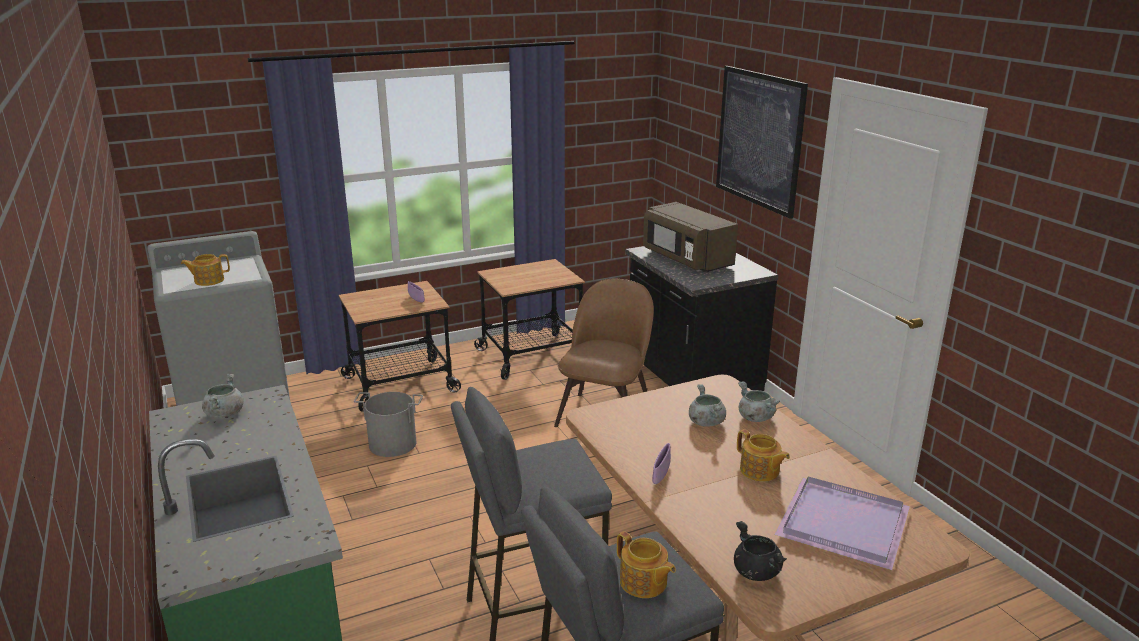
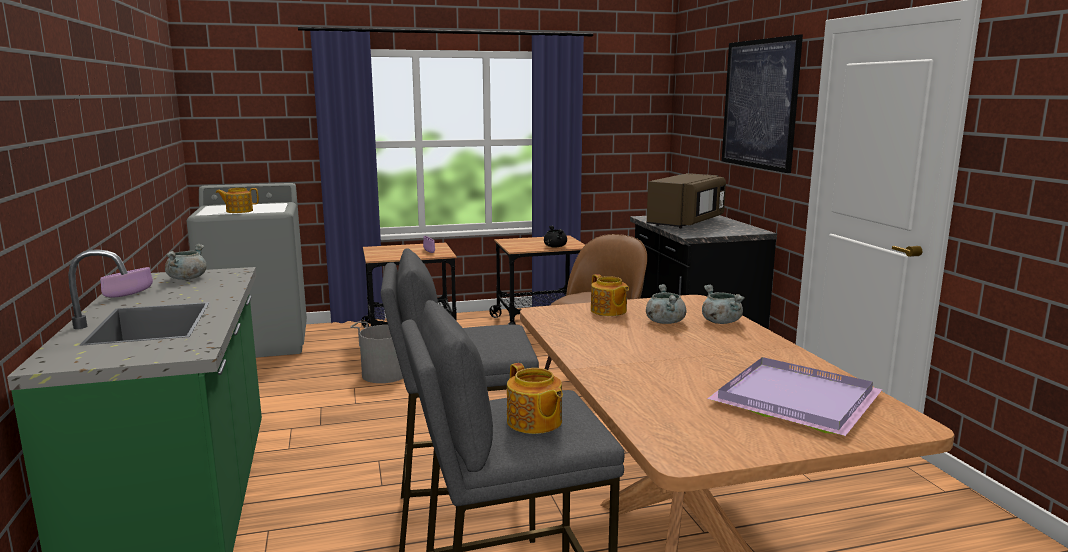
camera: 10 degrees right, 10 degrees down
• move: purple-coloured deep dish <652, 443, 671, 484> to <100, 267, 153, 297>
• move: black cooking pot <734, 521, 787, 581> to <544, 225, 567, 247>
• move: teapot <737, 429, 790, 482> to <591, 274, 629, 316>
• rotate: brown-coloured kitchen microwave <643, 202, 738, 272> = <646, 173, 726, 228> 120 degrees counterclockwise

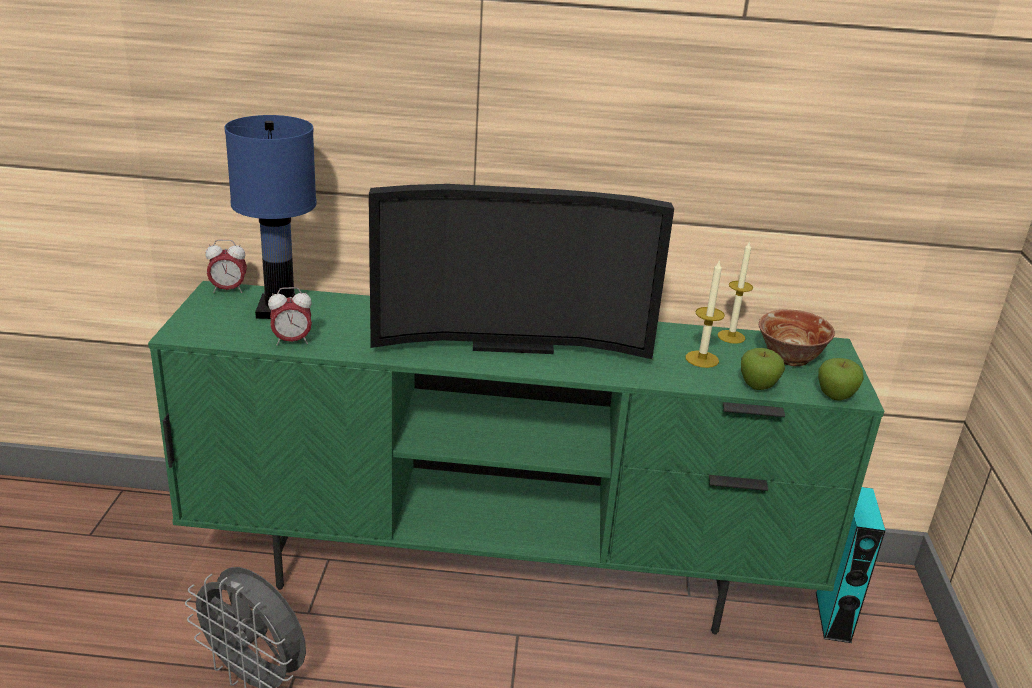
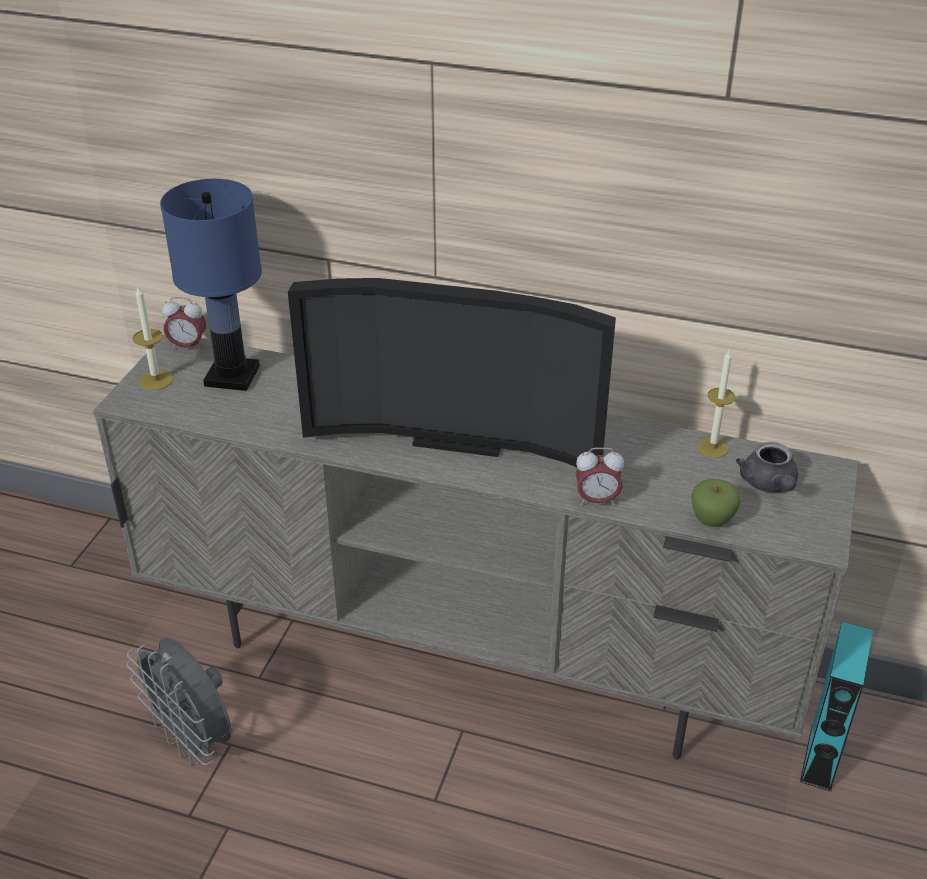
camera: 15 degrees right, 10 degrees up
• delete: whole apple <818, 358, 864, 401>
• move: table clock <268, 287, 312, 346> to <576, 448, 624, 506>
• move: wax light <685, 259, 725, 368> to <133, 287, 173, 390>
• replace: deep dish <759, 309, 835, 366> to greyish teapot <736, 442, 798, 492>
• recolor: greenish media console <148, 281, 884, 635> to sand-coloured media console <93, 334, 858, 760>

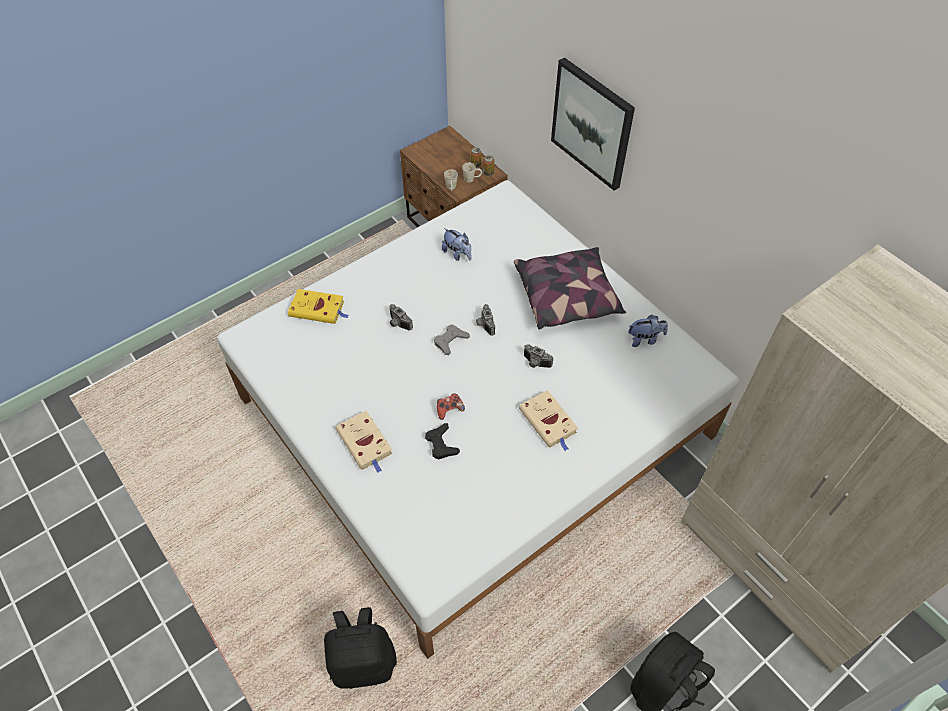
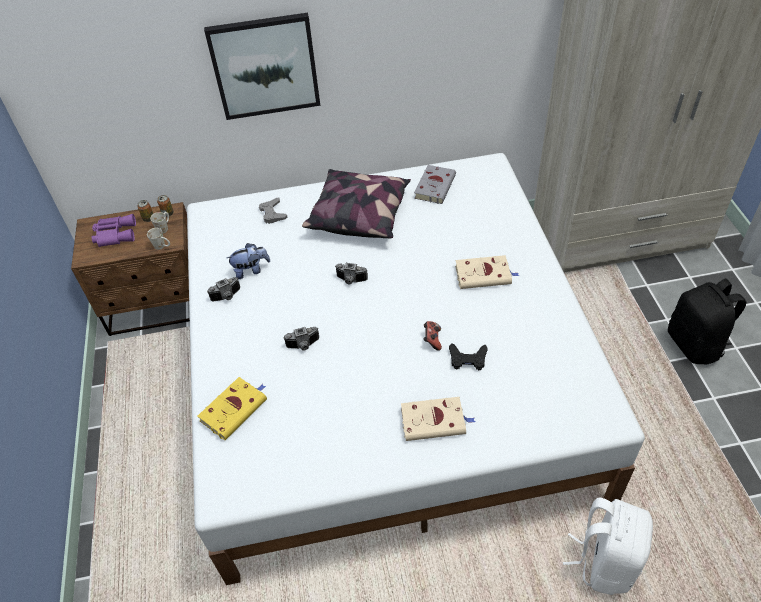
camera: 60 degrees left, 5 degrees down
• insert: purple-coloured binoculars <92, 214, 136, 247>
• move: greyish joypad <434, 324, 470, 355> to <259, 197, 287, 224>
• move: still camera <524, 344, 553, 368> to <207, 277, 240, 301>
• replace: plush toy <628, 315, 668, 347> to greyish bound book <414, 165, 456, 204>
• recolor: black backpack <324, 607, 397, 689> to whitish backpack <563, 497, 653, 595>

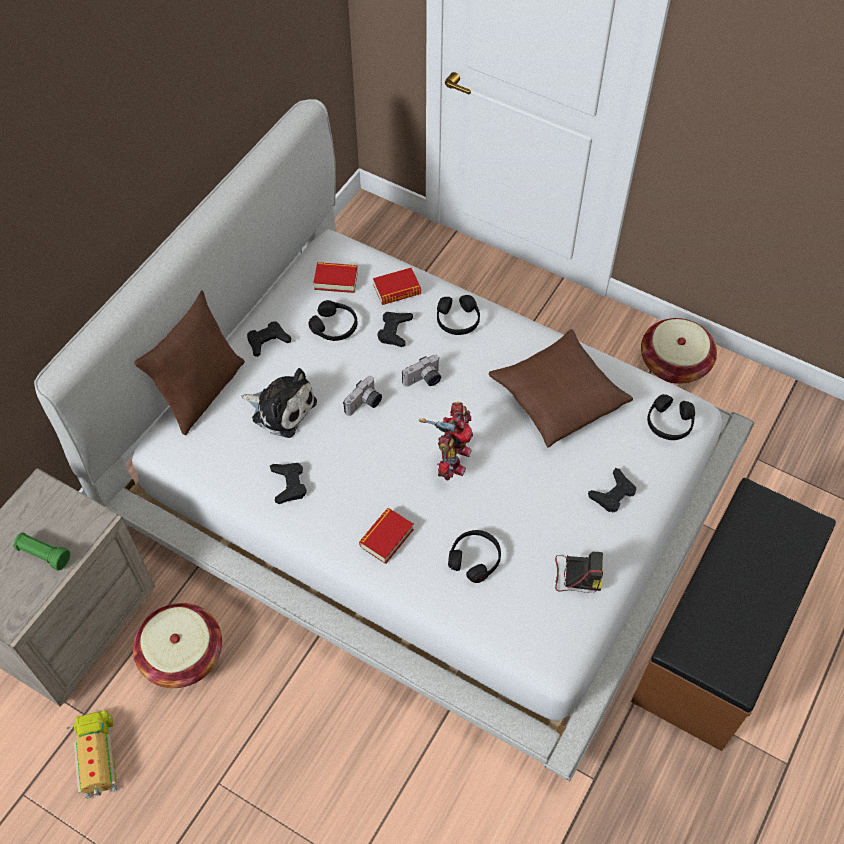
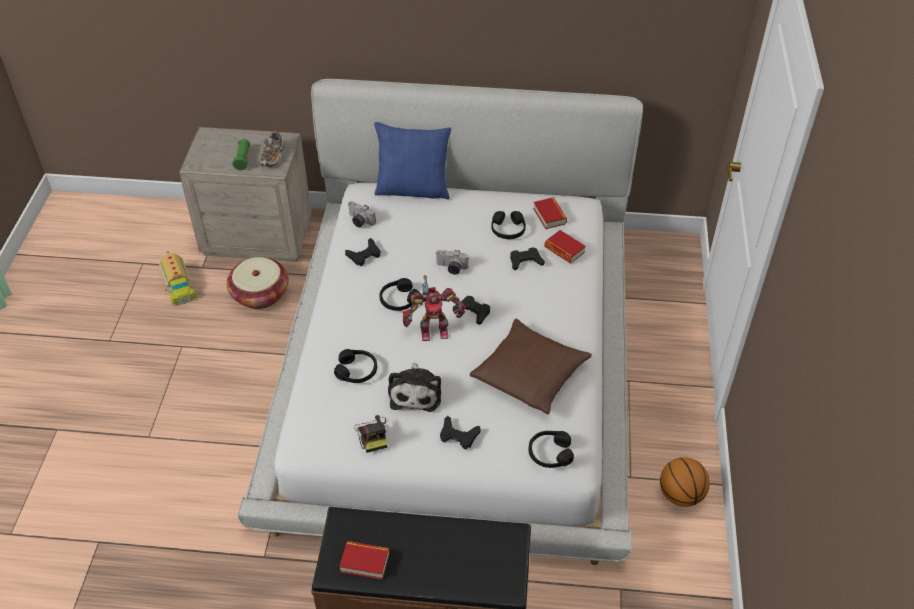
camera: 65 degrees right, 10 degrees down
• insert: shoe <260, 130, 284, 168>
• move: plush toy <241, 368, 317, 438> to <388, 363, 441, 412>
• move: black joypad <247, 322, 291, 357> to <453, 296, 490, 325>
• move: bound book <359, 508, 414, 564> to <339, 541, 389, 580>
• move: still camera <402, 355, 441, 387> to <348, 201, 376, 227>
• move: black headset <437, 295, 480, 335> to <379, 278, 420, 311>
• replace: basket <641, 318, 717, 384> to basketball <660, 457, 710, 507>
• recolor: brown-coloured throw pillow <134, 290, 245, 435> to blue throw pillow <374, 122, 451, 199>
• rotate: toy lorry <67, 710, 117, 799> = <159, 251, 197, 306> 105 degrees clockwise

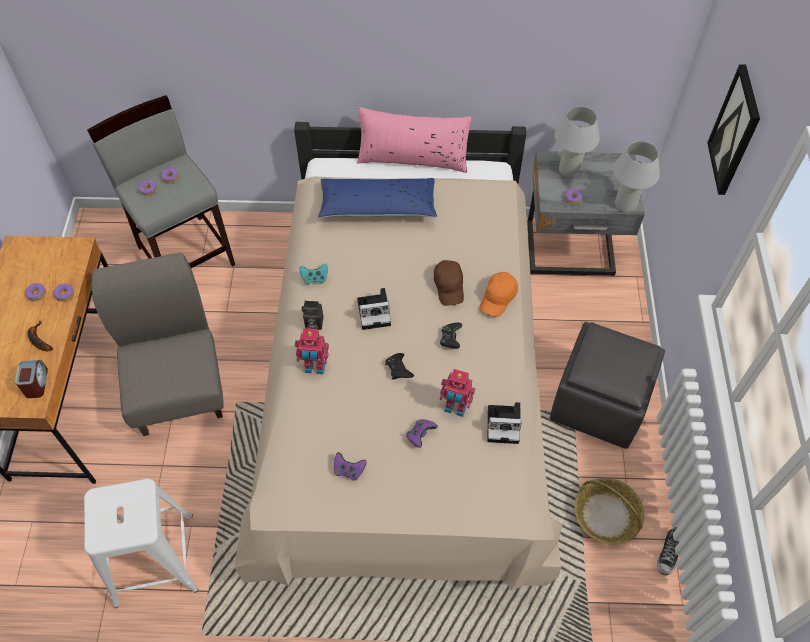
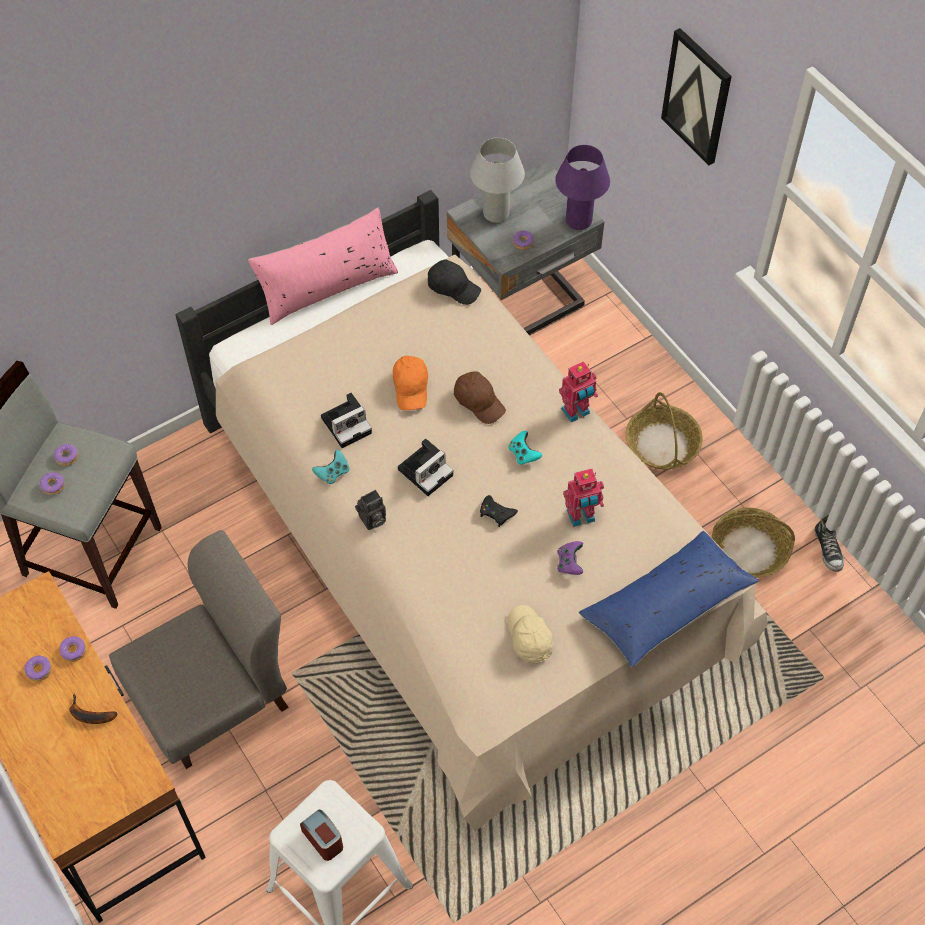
camera: 35 degrees left, 0 degrees up
• insert: black peaked cap <428, 260, 481, 305>
• move: table clock <15, 360, 48, 398> to <300, 809, 343, 861>
• move: toy robot <295, 328, 329, 374> to <559, 361, 598, 423>
• move: blue throw pillow <318, 178, 437, 218> to <579, 531, 759, 668>
• move: orangey peaked cap <479, 272, 518, 317> to <393, 356, 428, 411>
• move: still camera <487, 402, 522, 444> to <321, 393, 372, 448>
• replace: purple-coloured joypad <334, 452, 367, 481> to sand-coloured peaked cap <507, 605, 553, 664>
• replace: greyish ottoman <550, 322, 665, 449> to basket <626, 392, 703, 469>
• recolor: black joypad <440, 323, 462, 349> to turquoise joypad <508, 431, 542, 465>
• recolor: whitish table lamp <613, 141, 660, 212> to purple-coloured table lamp <555, 145, 610, 230>
• rotate: greyish plain chair <92, 253, 224, 436> = <109, 530, 289, 769> 105 degrees clockwise

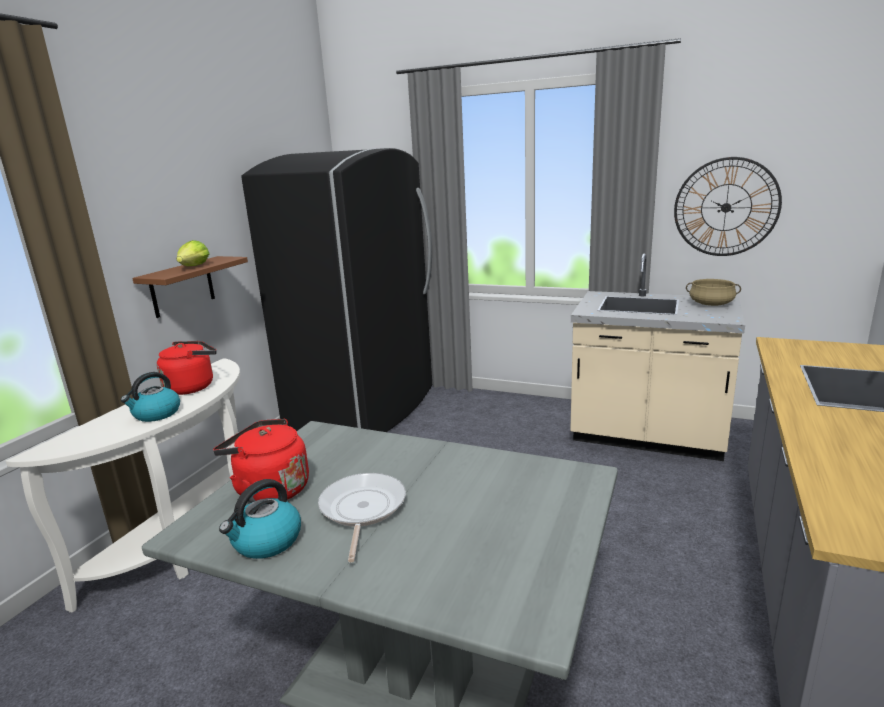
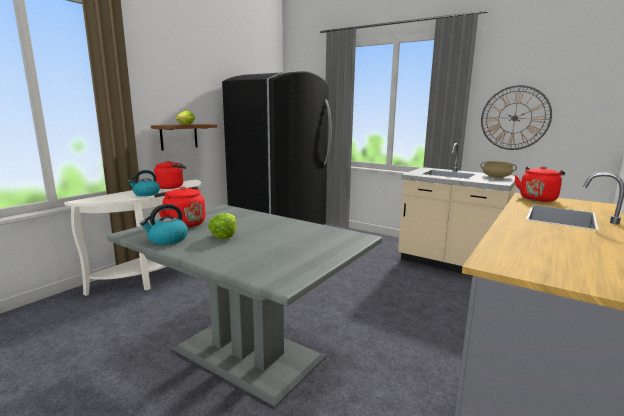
camera: 10 degrees right, 5 degrees down
• insert: red tea kettle <514, 166, 565, 202>
• replace: frying pan <318, 473, 406, 562> to head of lettuce <208, 213, 237, 239>

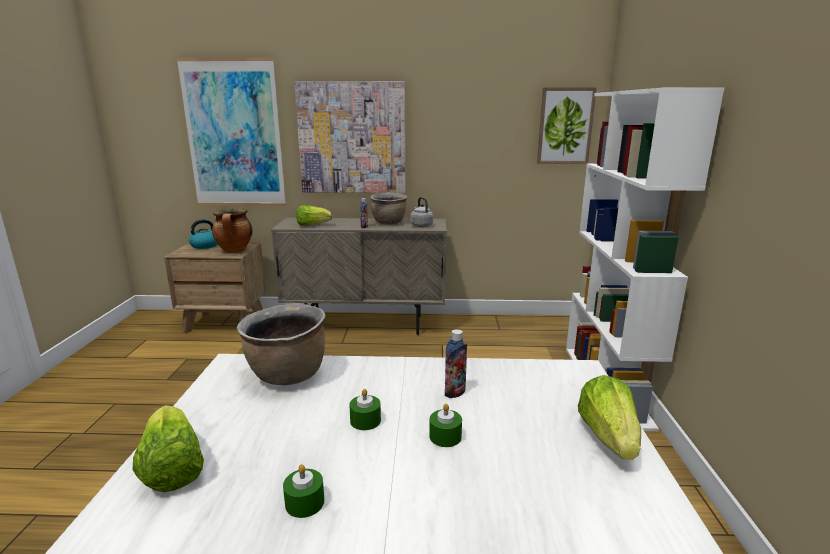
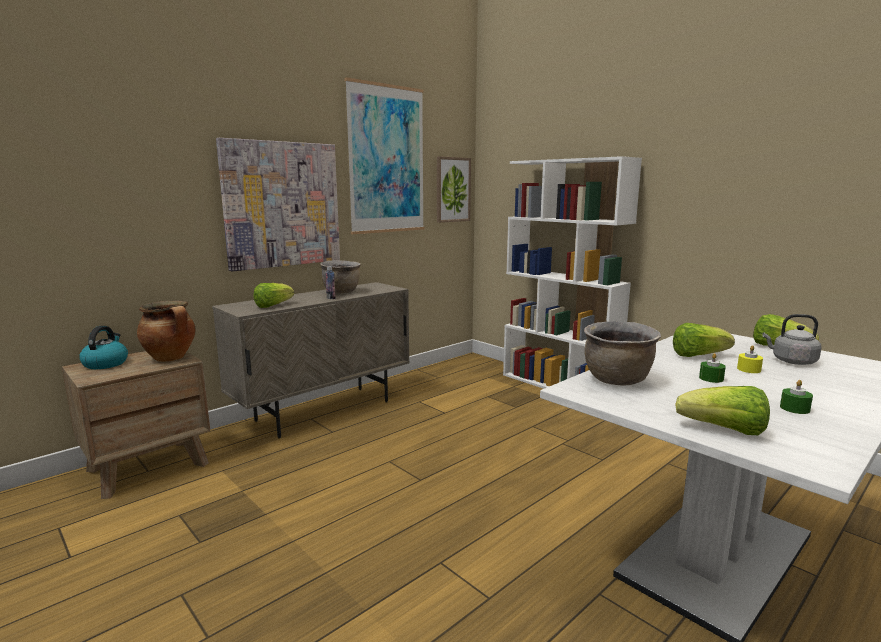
camera: 45 degrees left, 5 degrees down
• move: wall picture <176, 58, 286, 206> to <344, 77, 425, 234>
• move: greyish tea kettle <410, 197, 433, 227> to <762, 314, 822, 365>
• replace: drink bottle <445, 329, 467, 398> to head of lettuce <673, 323, 735, 357>
• recolor: greenish wax light <429, 403, 462, 447> to yellow wax light <737, 345, 763, 373>

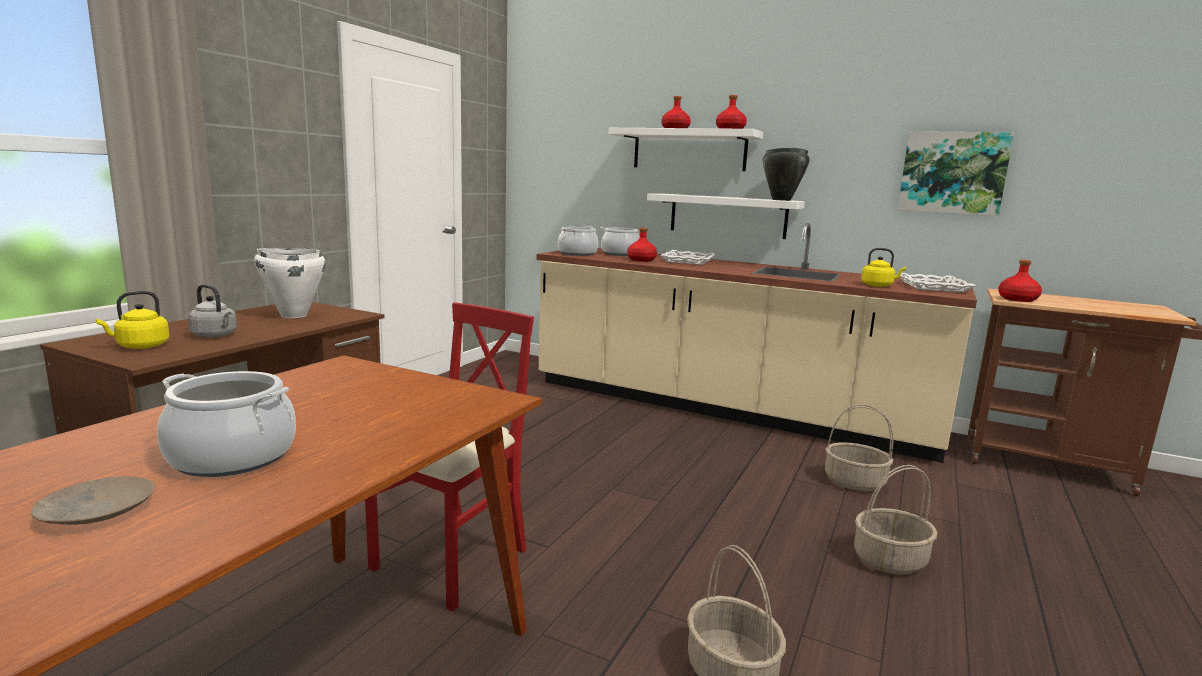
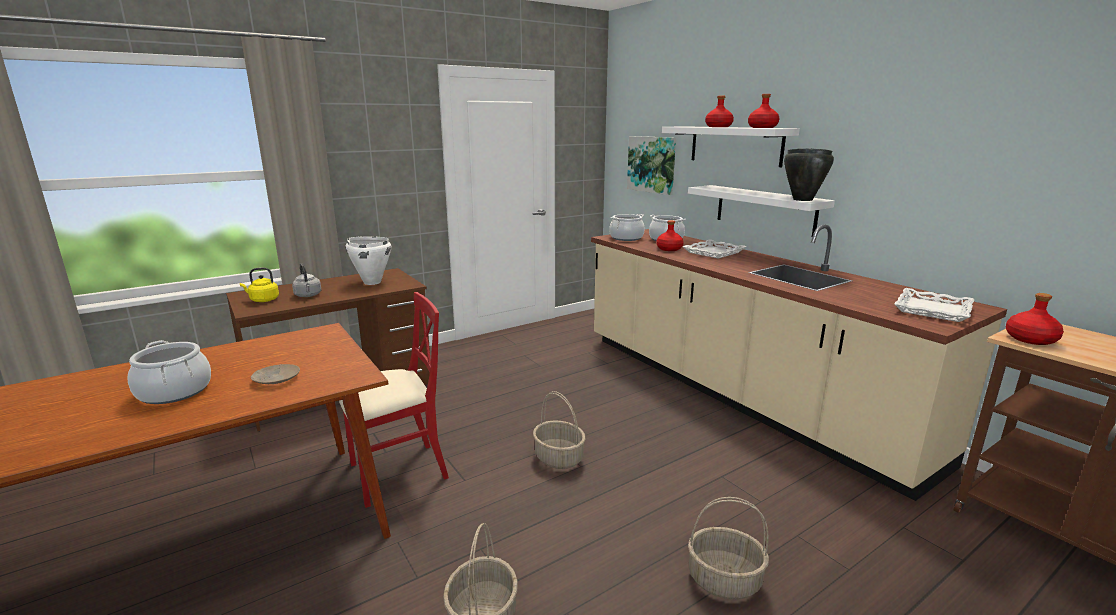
camera: 30 degrees right, 5 degrees up
• delete: yellow tea kettle <861, 248, 906, 287>
• move: sand-coloured dinner plate <31, 476, 155, 525> to <251, 364, 300, 384>
• move: basket <825, 404, 894, 491> to <533, 391, 586, 469>
• move: wall picture <898, 131, 1014, 216> to <627, 136, 676, 195>

